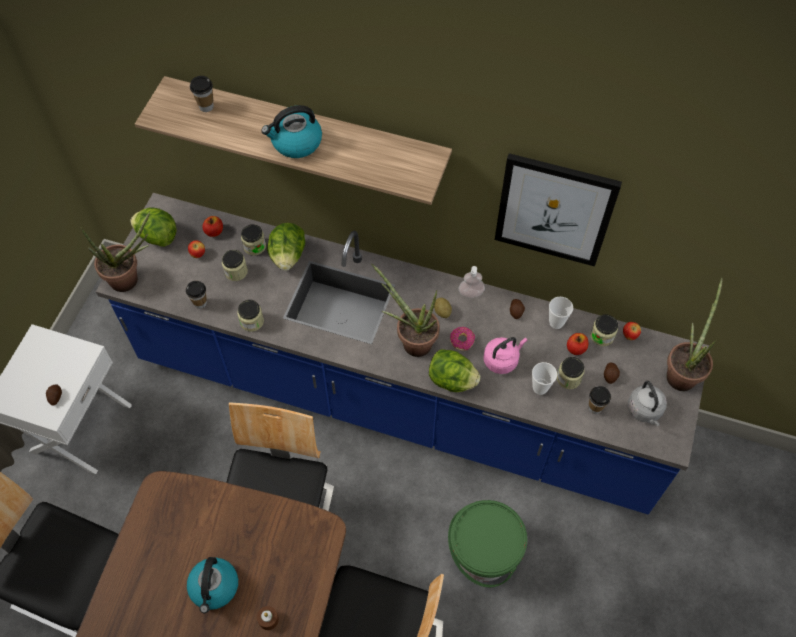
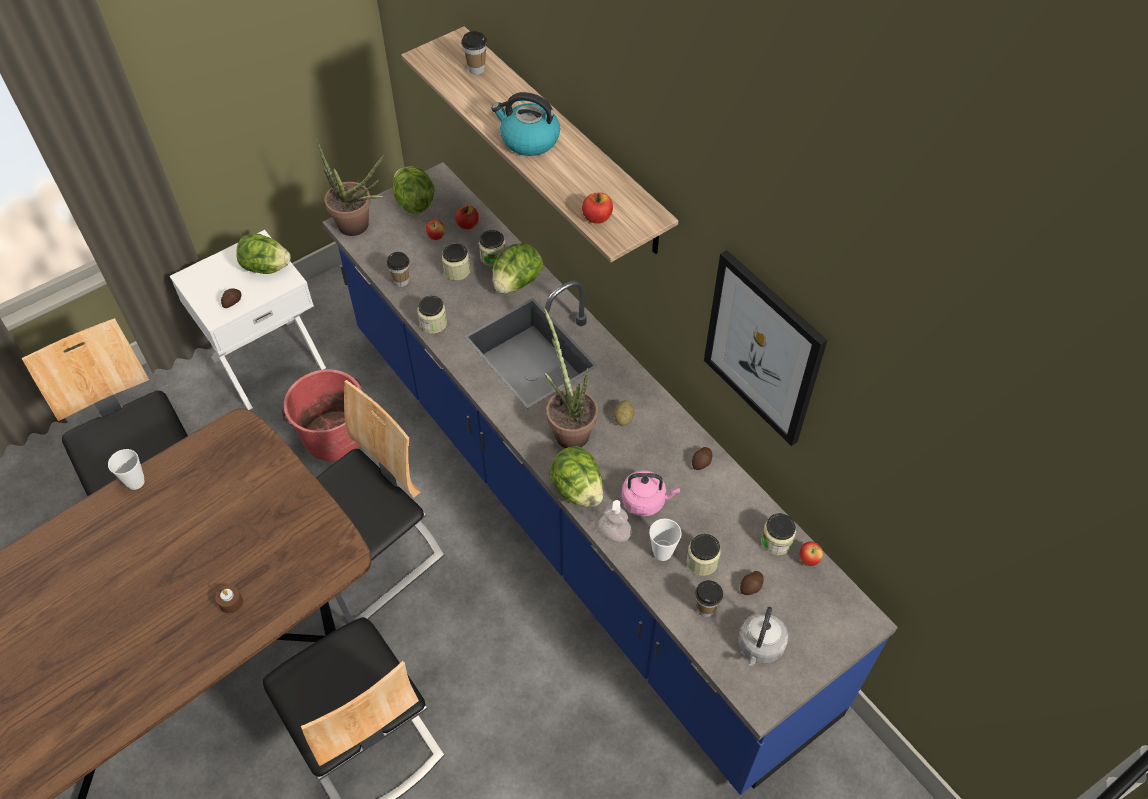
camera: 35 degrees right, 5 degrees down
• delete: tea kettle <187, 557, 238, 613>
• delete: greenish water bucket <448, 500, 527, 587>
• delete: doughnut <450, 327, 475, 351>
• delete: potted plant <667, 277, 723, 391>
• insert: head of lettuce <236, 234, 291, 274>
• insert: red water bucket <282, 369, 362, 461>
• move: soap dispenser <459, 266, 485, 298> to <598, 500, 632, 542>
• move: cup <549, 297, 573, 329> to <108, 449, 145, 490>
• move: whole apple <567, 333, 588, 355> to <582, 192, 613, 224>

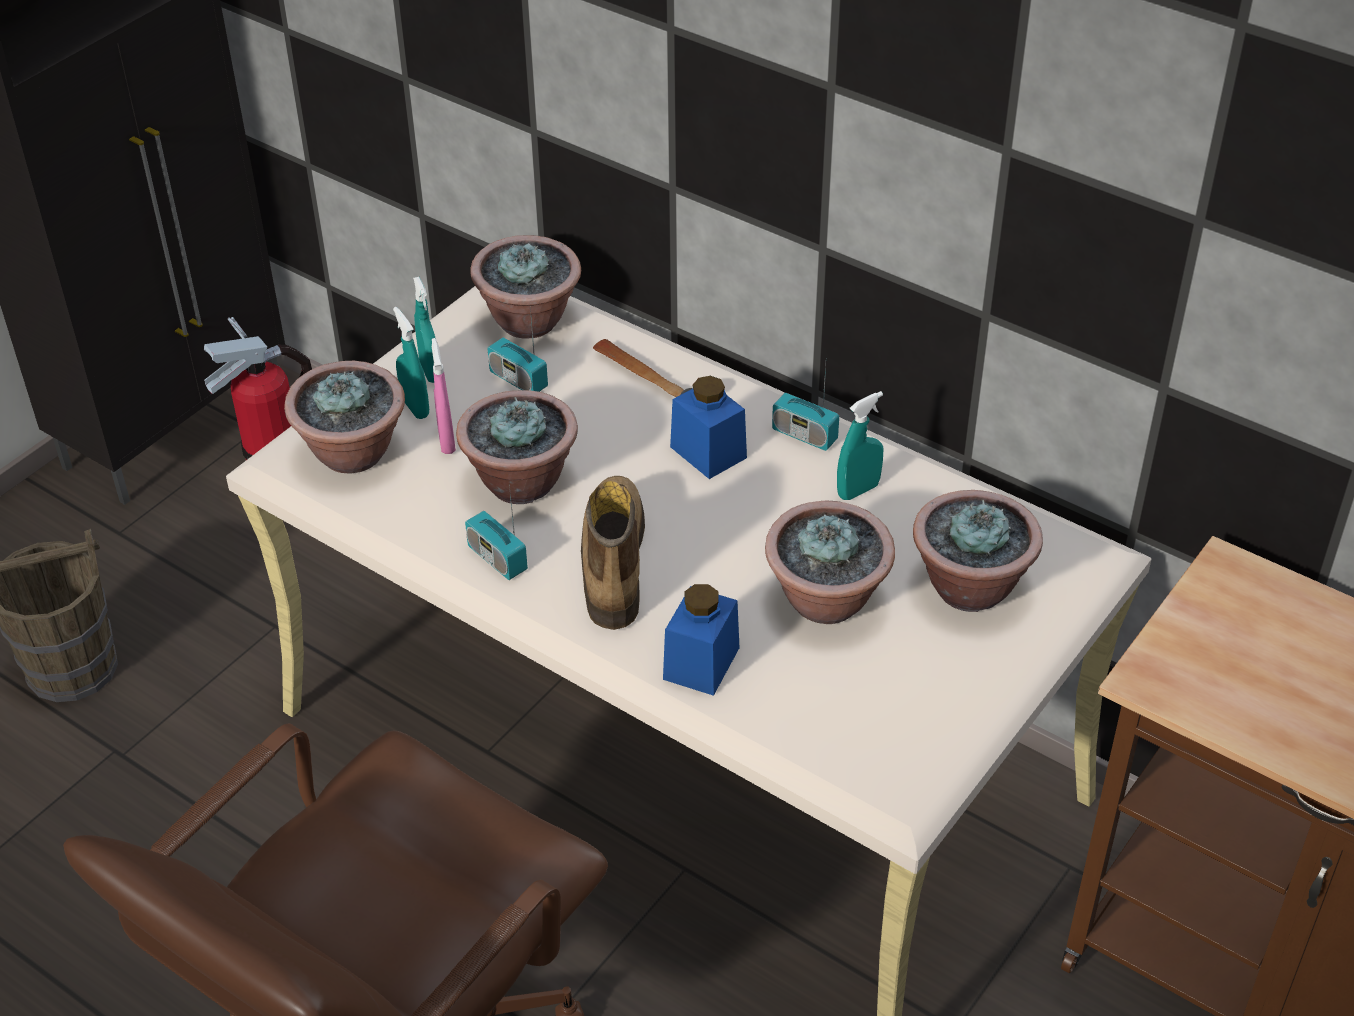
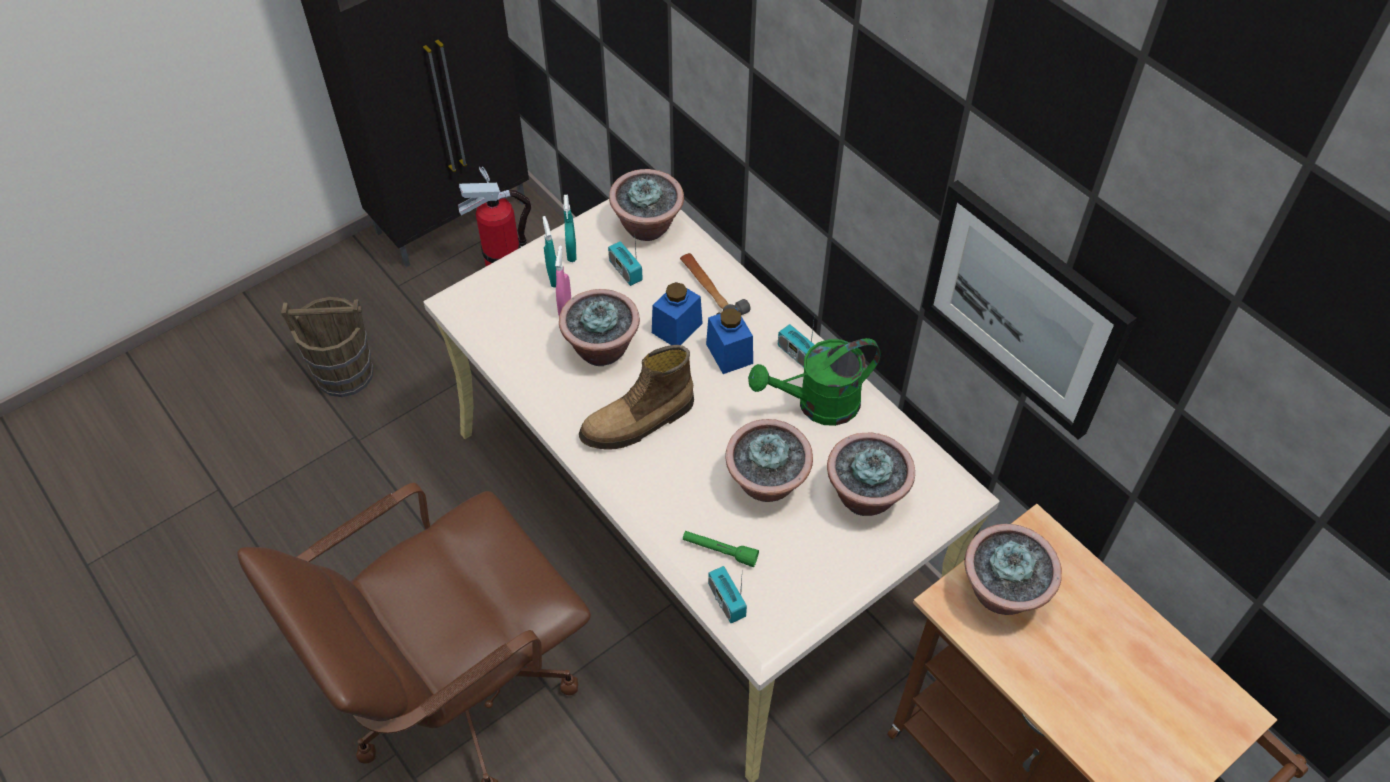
camera: 15 degrees right, 10 degrees up
• insert: greenish flashlight <683, 531, 759, 567>
• insert: wall picture <922, 180, 1137, 440>
• move: potted plant <284, 361, 405, 473> to <964, 524, 1062, 615>
• move: radio <465, 485, 528, 580> to <708, 566, 747, 623>
• move: blue jar <663, 584, 740, 696> to <652, 282, 703, 345>
• replace: turquoise hand sprayer <837, 391, 884, 500> to greenish watering pot <748, 338, 881, 426>
• rotate: boot <581, 476, 645, 630> = <579, 345, 694, 450> 135 degrees counterclockwise

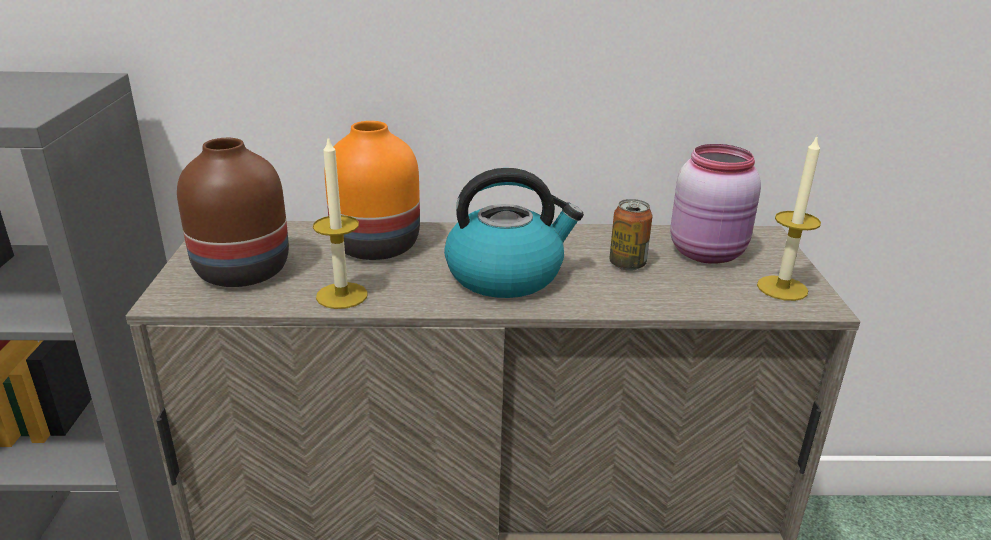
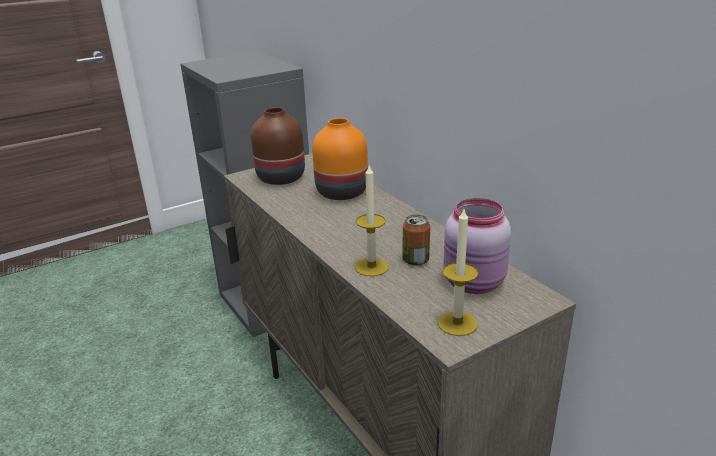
camera: 60 degrees right, 0 degrees up
• delete: tea kettle <444, 168, 584, 298>
• move: wax light <313, 136, 368, 309> to <355, 165, 389, 276>

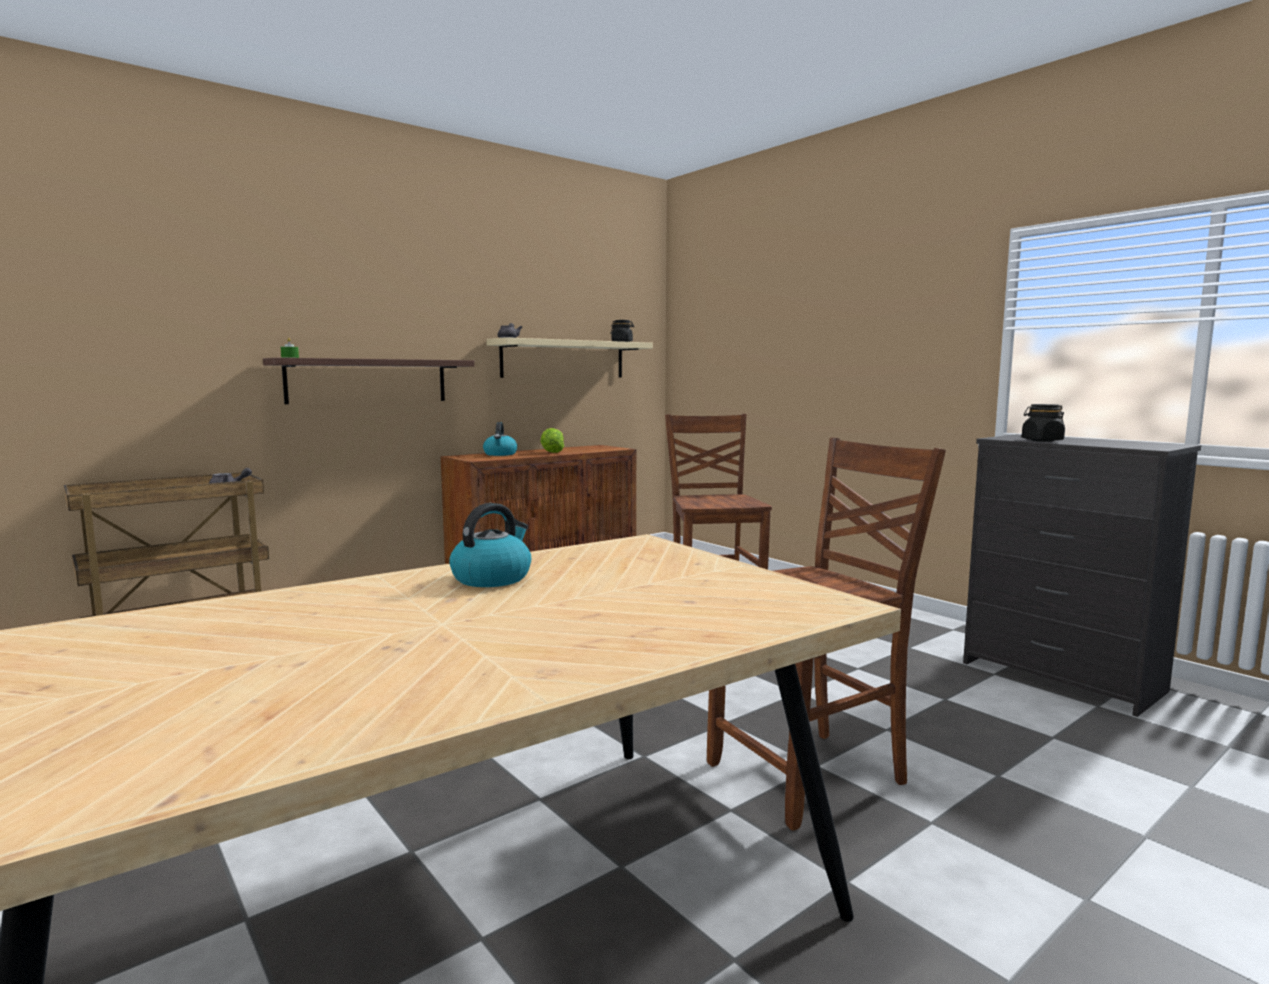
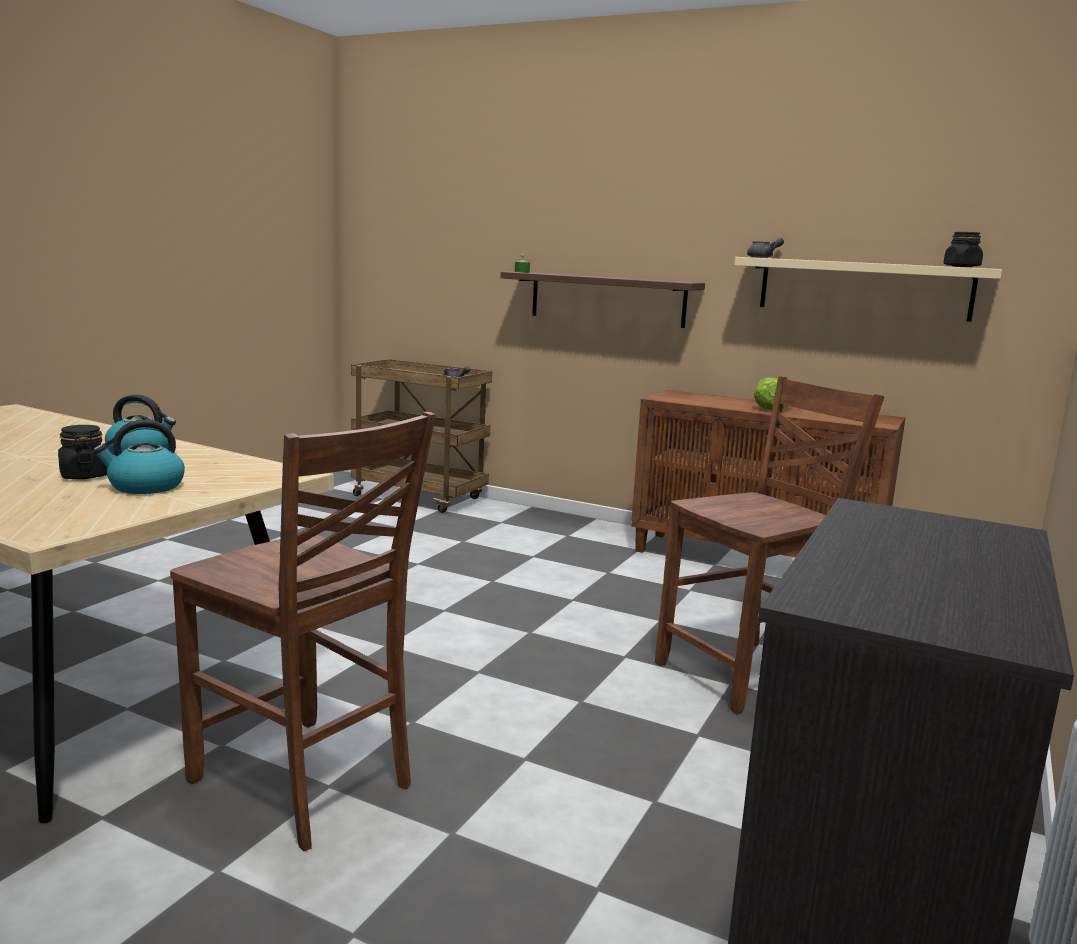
camera: 65 degrees right, 5 degrees up
• move: tea kettle <483, 422, 517, 456> to <93, 420, 185, 494>
• move: black jar <1022, 404, 1065, 442> to <58, 425, 107, 479>

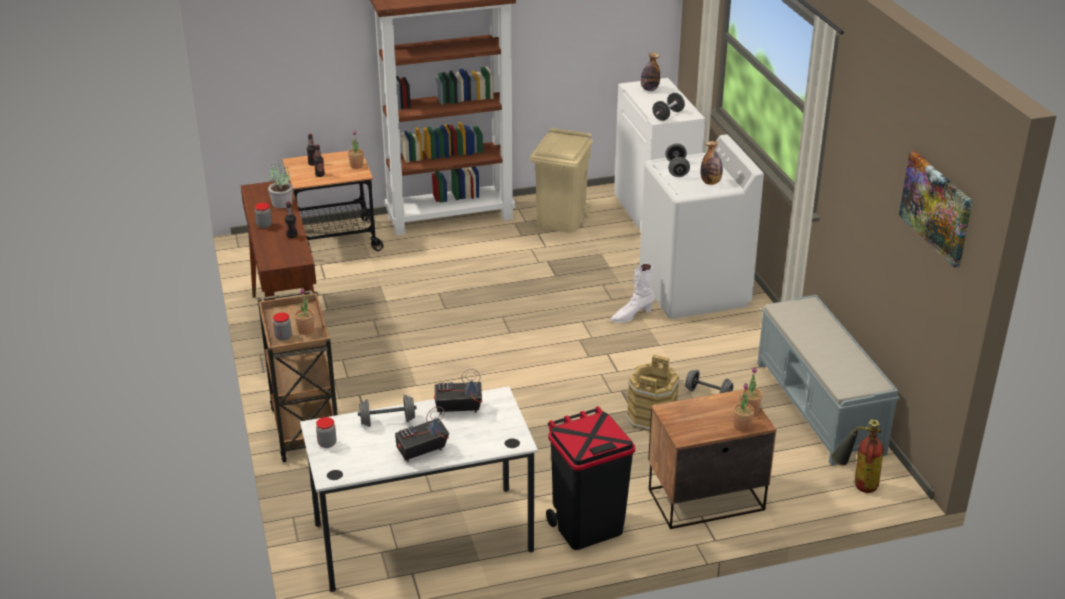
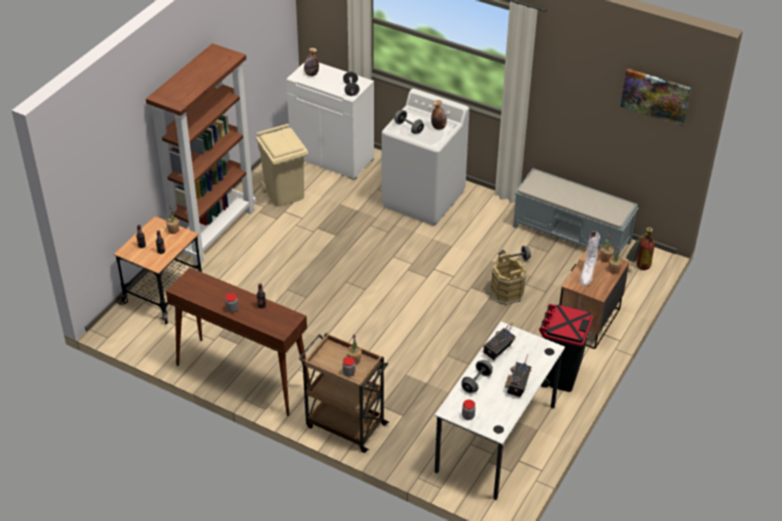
camera: 45 degrees left, 10 degrees up
• delete: potted plant <268, 161, 293, 208>
• move: whitish boot <610, 264, 655, 323> to <580, 231, 600, 286>

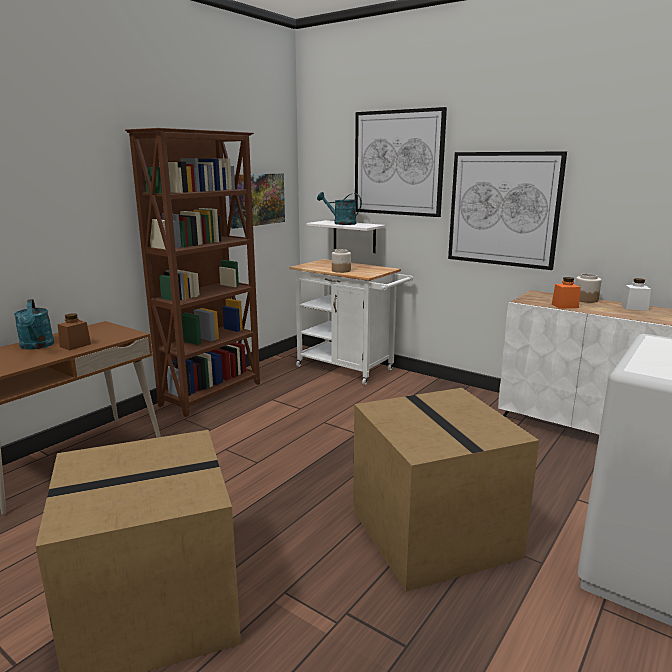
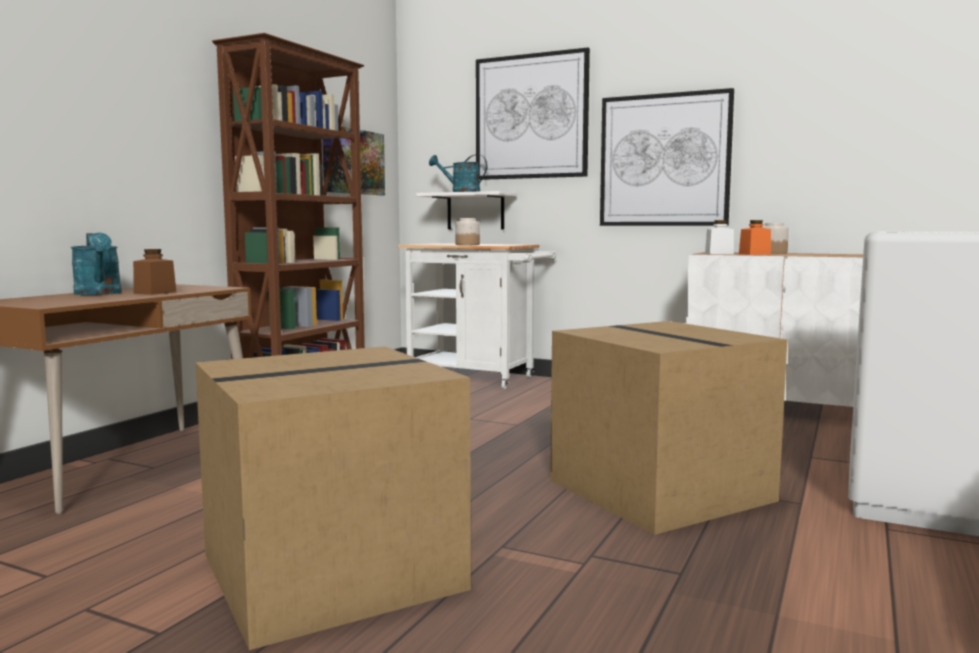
camera: 10 degrees left, 10 degrees down
• move: whitish jar <622, 278, 651, 311> to <705, 220, 734, 254>

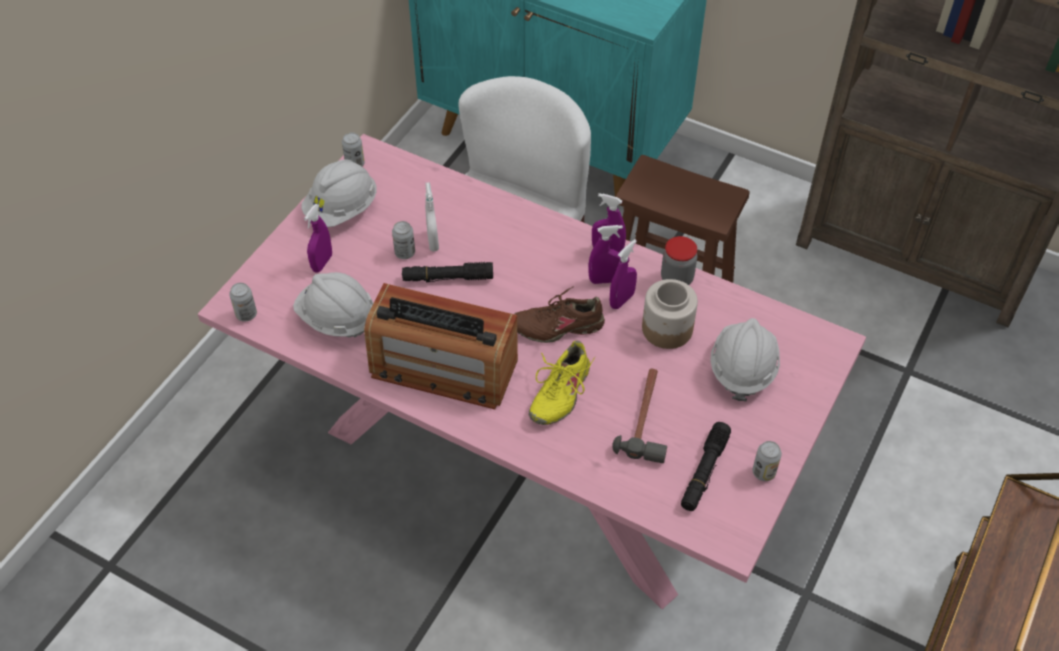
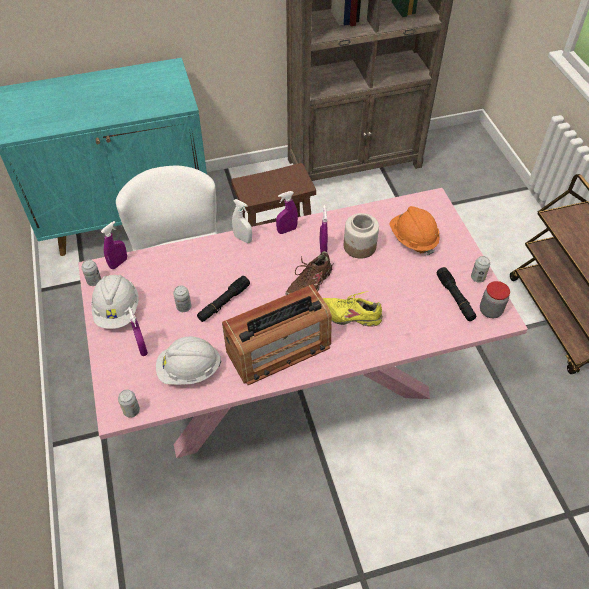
camera: 45 degrees left, 0 degrees up
• delete: hammer <612, 369, 667, 463>
• move: whitish hand sprayer <425, 182, 439, 251> to <232, 199, 252, 243>
• move: purple-coloured hand sprayer <588, 225, 623, 284> to <101, 221, 127, 269>
• move: jar <661, 236, 697, 285> to <480, 281, 510, 318>
• recolor: whitish safety helmet <711, 318, 780, 402> to orangey safety helmet <389, 206, 440, 256>
• rotate: yellow shoe <529, 340, 595, 425> = <323, 291, 383, 326> 120 degrees clockwise

